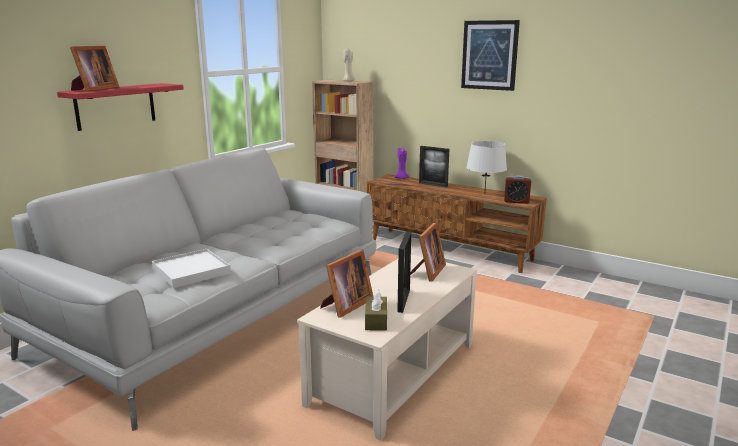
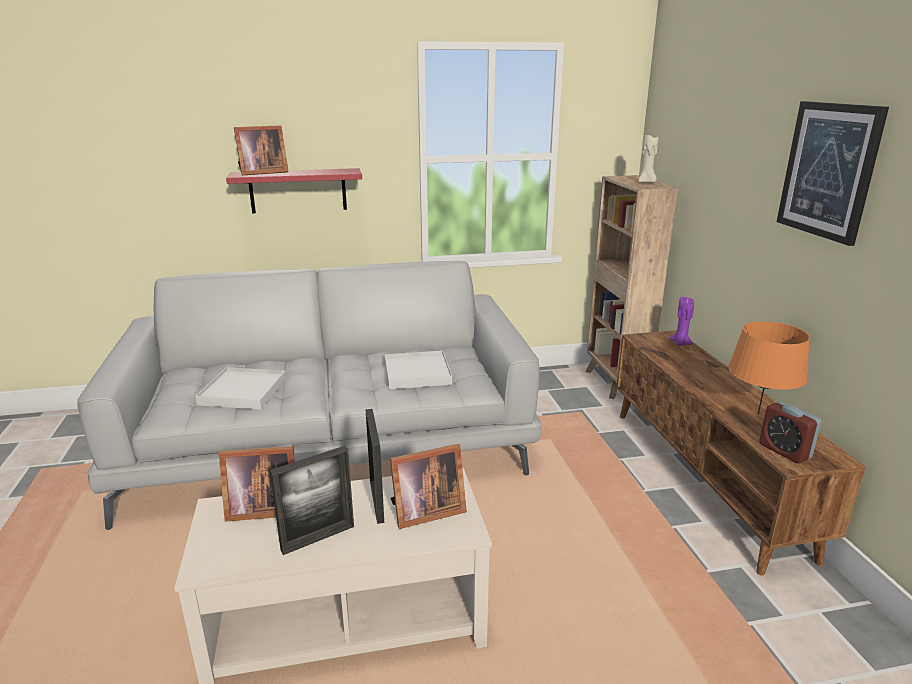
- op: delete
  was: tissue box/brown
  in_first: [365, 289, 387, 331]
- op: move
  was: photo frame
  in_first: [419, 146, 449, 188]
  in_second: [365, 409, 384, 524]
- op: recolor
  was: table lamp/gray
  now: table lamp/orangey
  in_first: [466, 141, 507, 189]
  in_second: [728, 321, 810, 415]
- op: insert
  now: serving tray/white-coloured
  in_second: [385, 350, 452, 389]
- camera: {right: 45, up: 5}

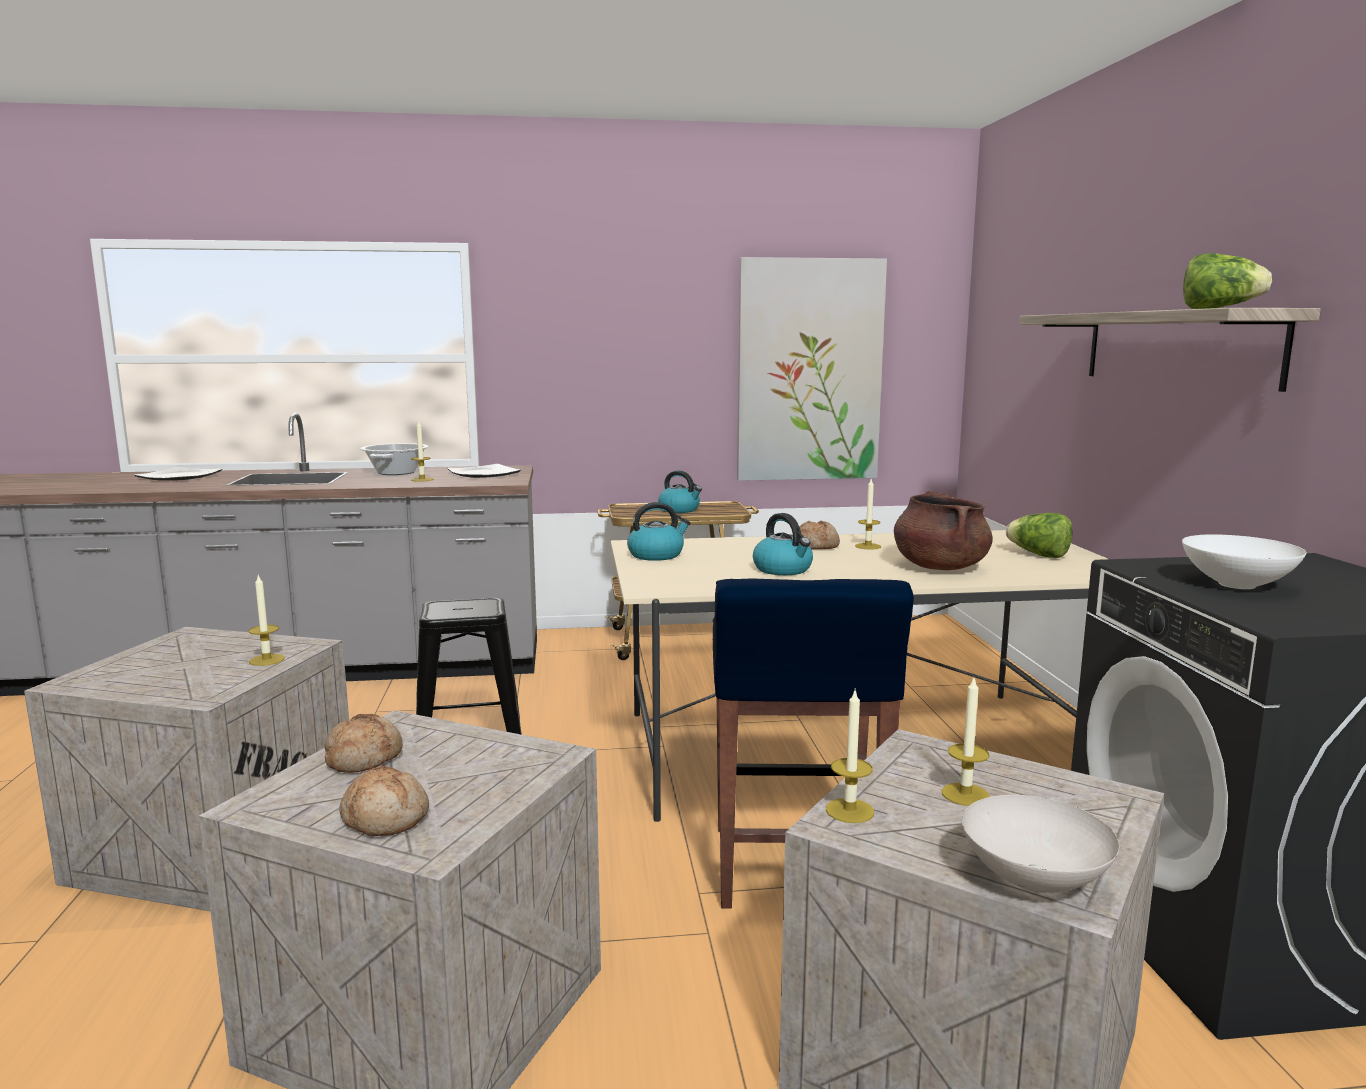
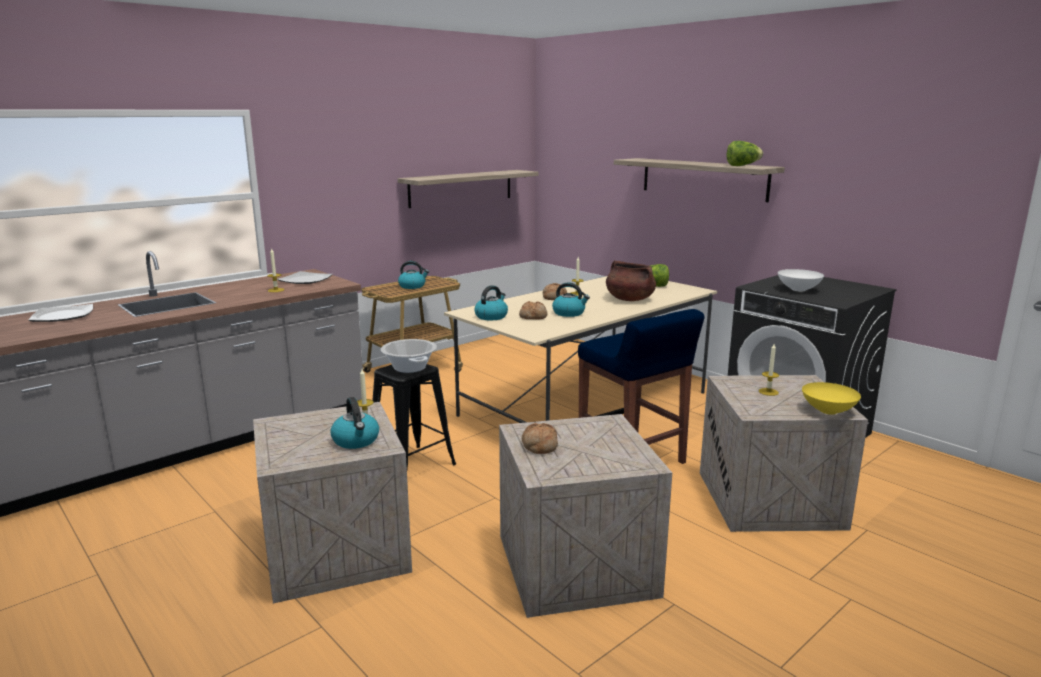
- op: move
  was: bread
  in_first: [339, 766, 429, 836]
  in_second: [519, 301, 547, 319]
- op: move
  was: stockpot
  in_first: [360, 443, 429, 475]
  in_second: [381, 339, 437, 373]
- op: replace
  was: picture
  now: bracket shelf
  in_first: [737, 257, 887, 481]
  in_second: [397, 170, 539, 208]
- op: delete
  was: wax light
  in_first: [826, 691, 874, 823]
- op: recolor
  was: deep dish/white-coloured
  now: deep dish/yellow
  in_first: [962, 795, 1119, 893]
  in_second: [802, 382, 861, 415]
- op: insert
  now: water kettle
  in_second: [330, 397, 379, 449]
- camera: {right: -35, up: 5}

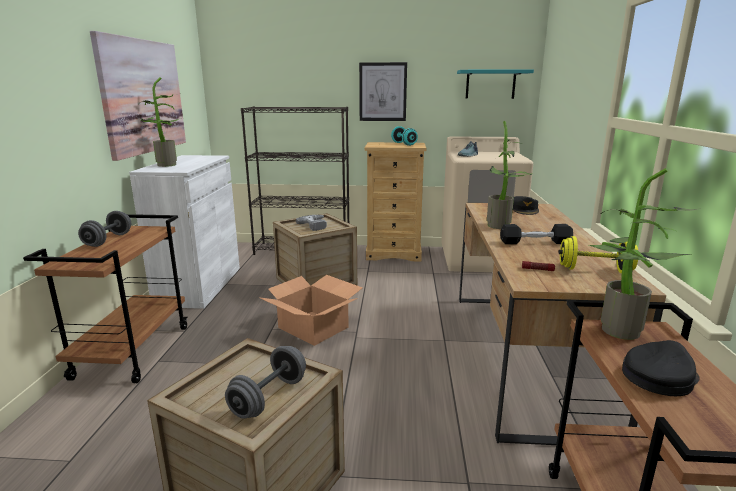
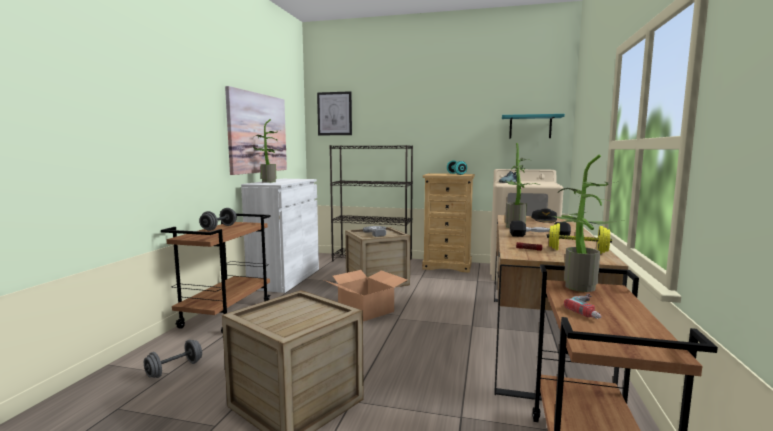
- op: move
  was: dumbbell/gray
  in_first: [225, 346, 306, 419]
  in_second: [144, 339, 202, 378]
- op: move
  was: picture
  in_first: [359, 62, 407, 121]
  in_second: [317, 91, 352, 135]
- op: replace
  was: cap/blackish
  now: electric drill
  in_first: [622, 340, 700, 396]
  in_second: [564, 294, 602, 319]
- camera: {right: 10, up: -10}

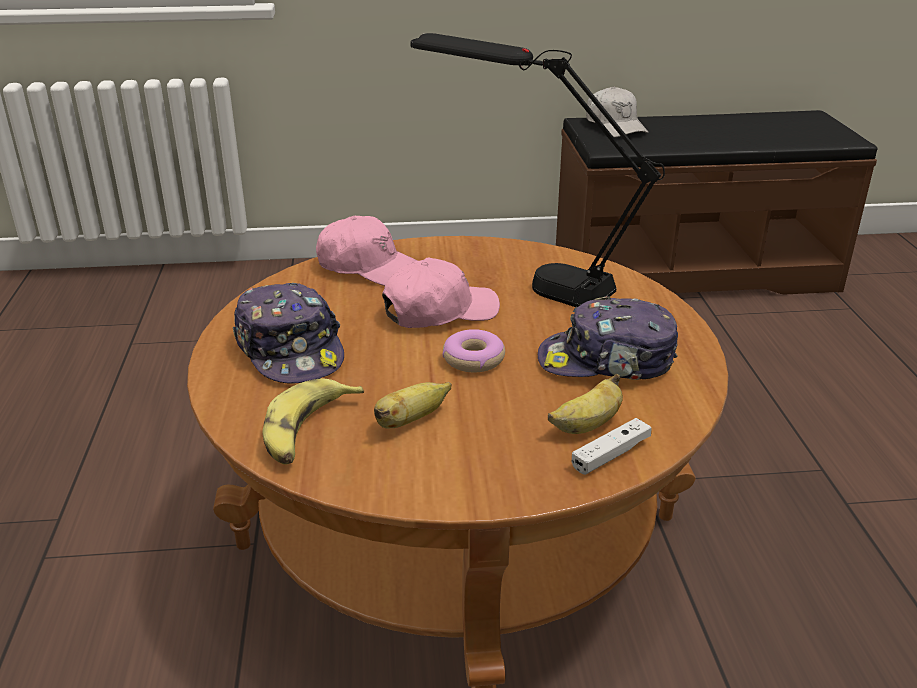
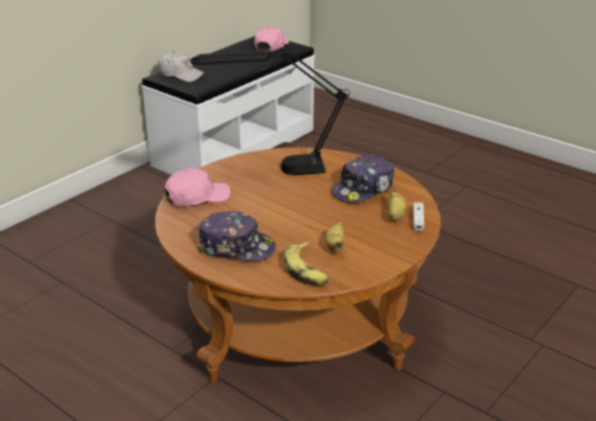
- op: move
  was: cap/pink
  in_first: [382, 257, 500, 328]
  in_second: [254, 26, 289, 51]
- op: delete
  was: ring doughnut
  in_first: [443, 329, 505, 372]
- op: recolor
  was: bench/brown
  now: bench/white-coloured
  in_first: [556, 110, 878, 294]
  in_second: [142, 36, 315, 175]
- camera: {right: -45, up: 0}

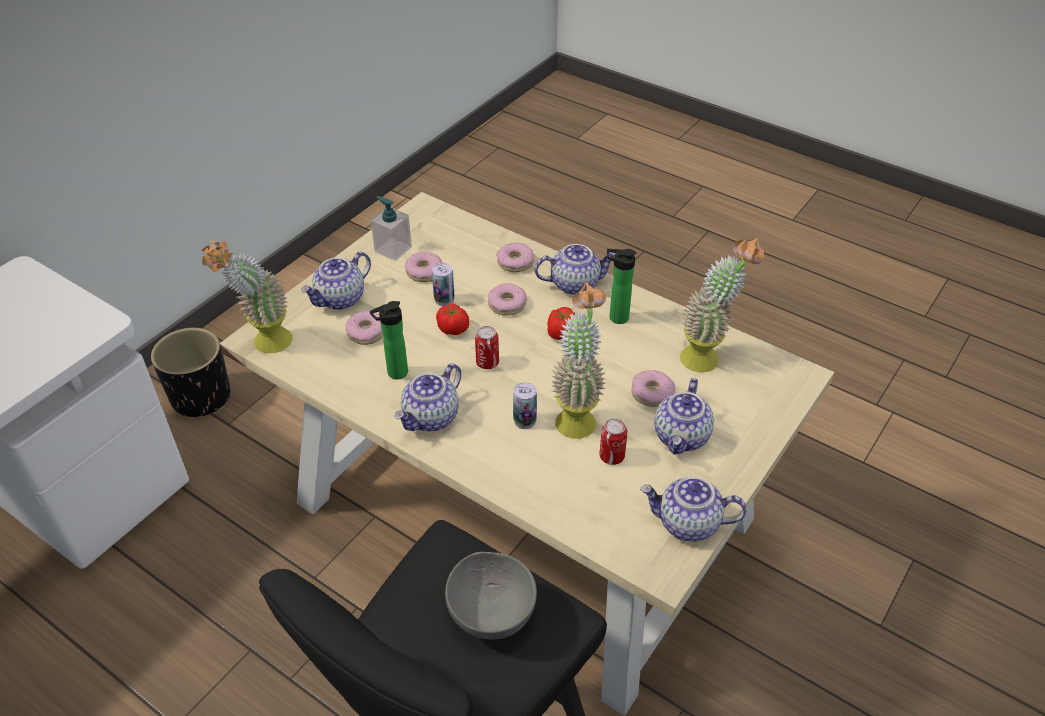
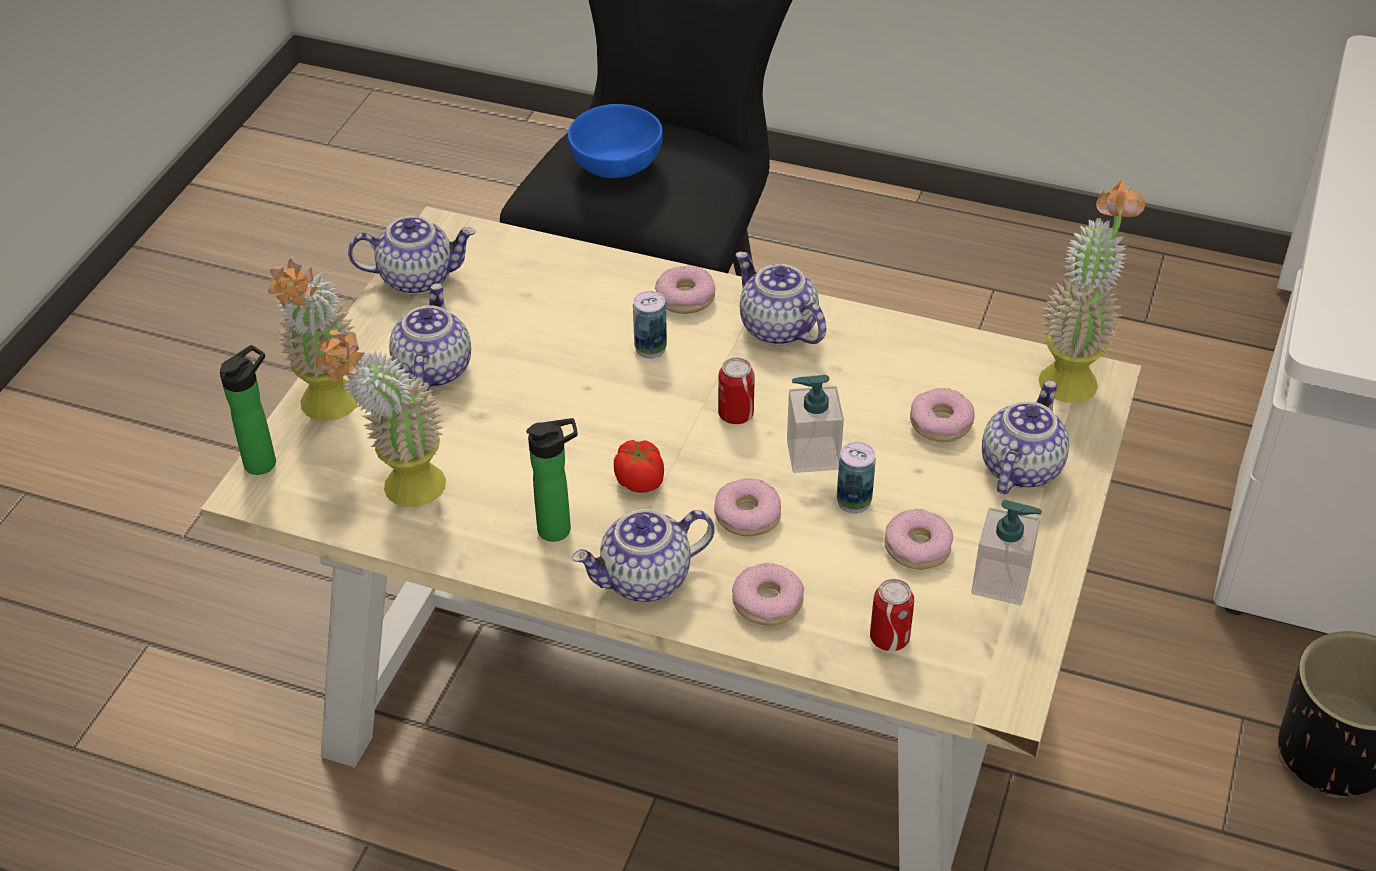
- op: move
  was: beverage bottle
  in_first: [370, 301, 408, 379]
  in_second: [220, 345, 276, 475]
- op: rotate
  was: teapot
  in_first: [394, 363, 461, 431]
  in_second: [736, 252, 826, 346]
  clockwise: -60
- op: replace
  was: tomato
  now: liquid soap bottle
  in_first: [436, 303, 469, 335]
  in_second: [787, 375, 844, 473]
- op: recolor
  was: deep dish/gray
  now: deep dish/blue
  in_first: [445, 552, 537, 640]
  in_second: [568, 104, 663, 178]
- op: move
  was: plant in a pot
  in_first: [552, 282, 606, 439]
  in_second: [268, 259, 358, 421]
- op: move
  was: can
  in_first: [599, 418, 627, 465]
  in_second: [870, 579, 914, 651]
- op: move
  was: ring doughnut
  in_first: [631, 370, 675, 407]
  in_second: [655, 266, 715, 314]
- camera: {right: 165, up: 0}

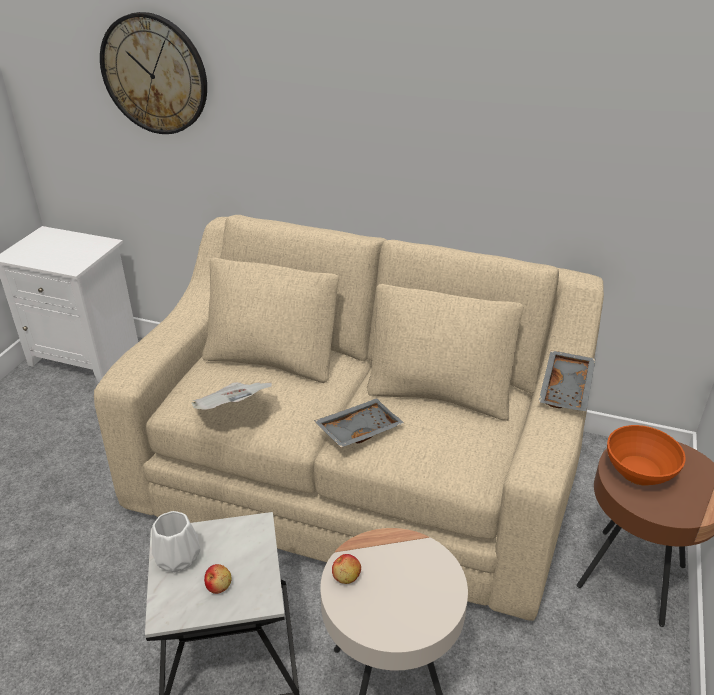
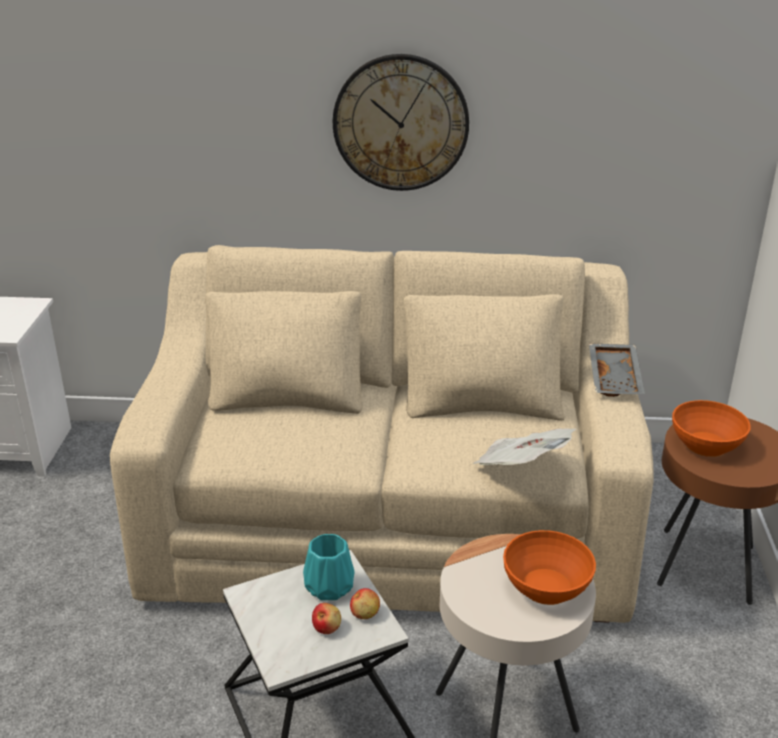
- op: move
  was: hanging clock
  in_first: [100, 12, 207, 134]
  in_second: [333, 54, 469, 191]
- op: delete
  was: flower vase/white-coloured
  in_first: [152, 511, 200, 572]
- op: move
  was: newspaper
  in_first: [191, 382, 272, 409]
  in_second: [473, 429, 576, 465]
- op: delete
  was: serving tray/gray
  in_first: [314, 398, 404, 447]
- op: move
  was: apple fruit
  in_first: [332, 554, 361, 584]
  in_second: [350, 588, 380, 619]
- op: insert
  now: flower vase/turquoise-coloured
  in_second: [303, 534, 355, 600]
- op: insert
  now: deep dish/orangey
  in_second: [503, 530, 596, 605]
- camera: {right: -15, up: -5}

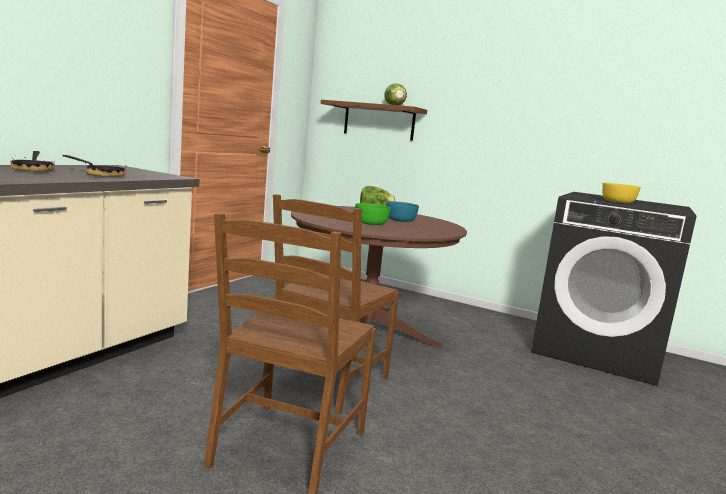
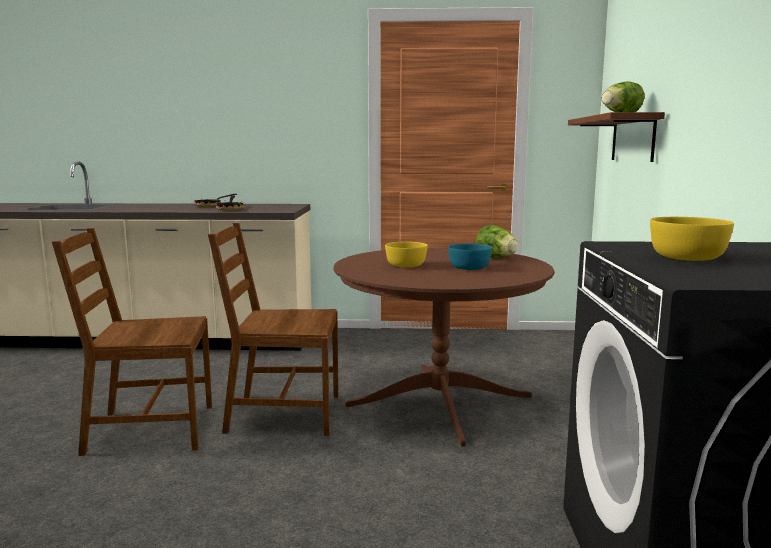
- op: recolor
  was: deep dish/greenish
  now: deep dish/yellow
  in_first: [355, 203, 391, 225]
  in_second: [385, 242, 428, 268]
- camera: {right: 65, up: 0}

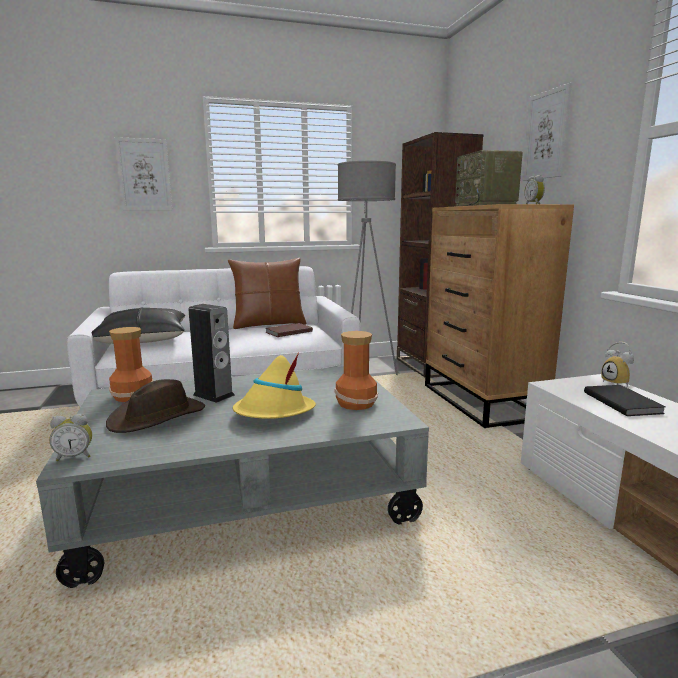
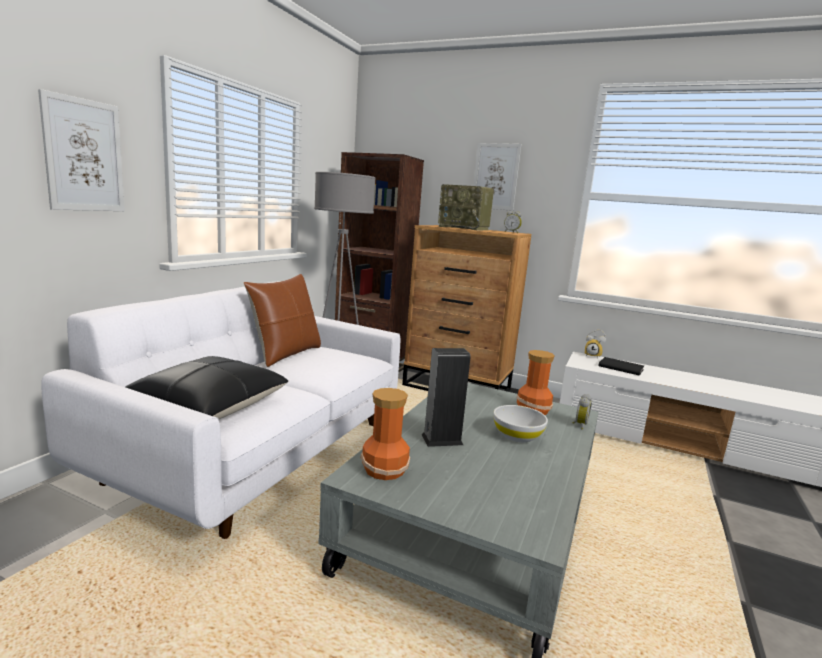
- op: move
  was: table clock
  in_first: [49, 414, 92, 461]
  in_second: [572, 394, 592, 430]
- op: delete
  was: clothing hat/brown
  in_first: [106, 379, 205, 433]
- op: replace
  was: clothing hat/yellow
  now: deep dish/white-coloured
  in_first: [233, 352, 316, 419]
  in_second: [493, 405, 548, 442]
- op: delete
  was: bound book/brown
  in_first: [265, 323, 313, 337]
- camera: {right: -50, up: 0}

